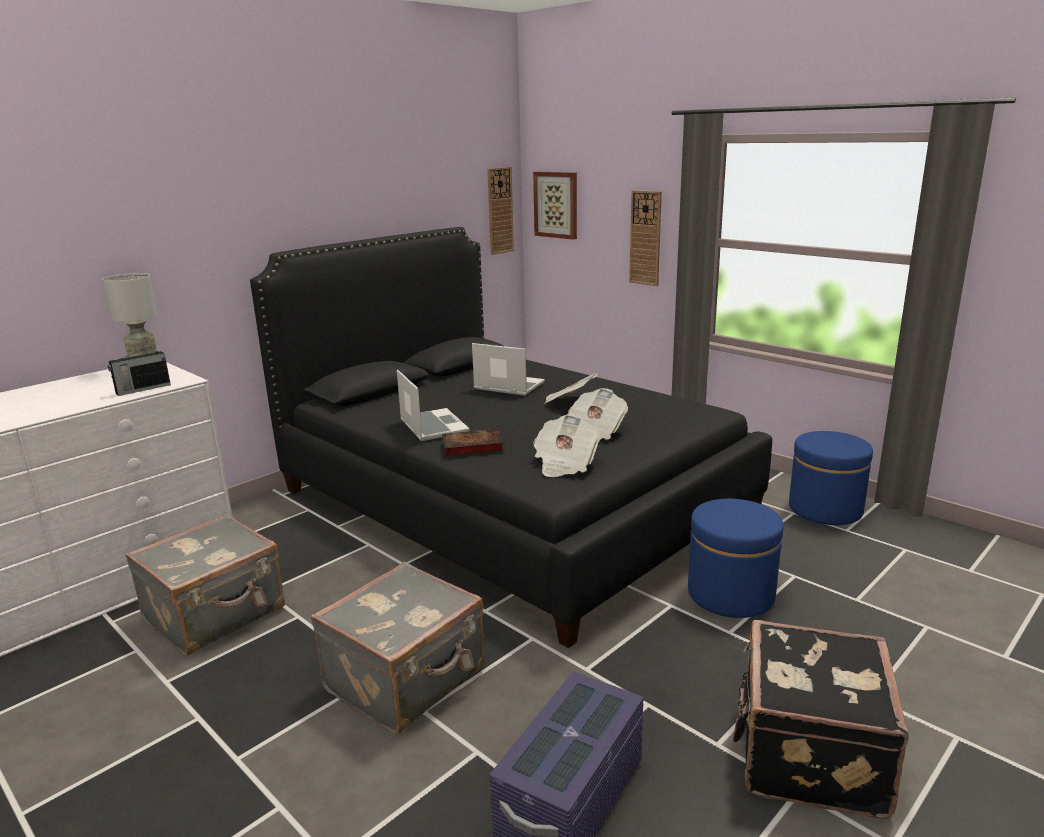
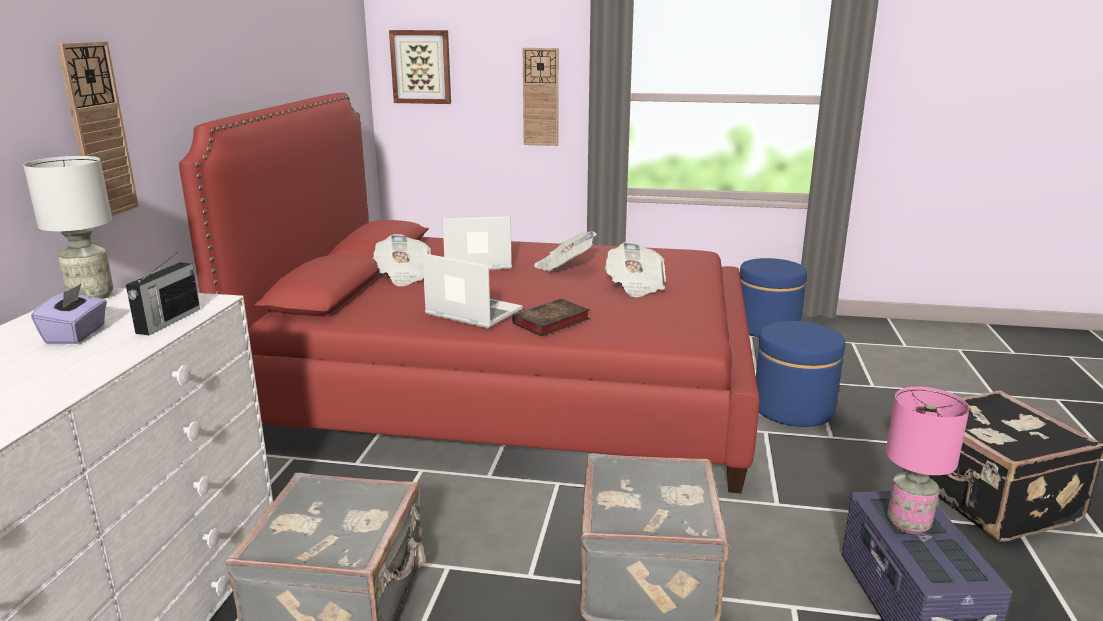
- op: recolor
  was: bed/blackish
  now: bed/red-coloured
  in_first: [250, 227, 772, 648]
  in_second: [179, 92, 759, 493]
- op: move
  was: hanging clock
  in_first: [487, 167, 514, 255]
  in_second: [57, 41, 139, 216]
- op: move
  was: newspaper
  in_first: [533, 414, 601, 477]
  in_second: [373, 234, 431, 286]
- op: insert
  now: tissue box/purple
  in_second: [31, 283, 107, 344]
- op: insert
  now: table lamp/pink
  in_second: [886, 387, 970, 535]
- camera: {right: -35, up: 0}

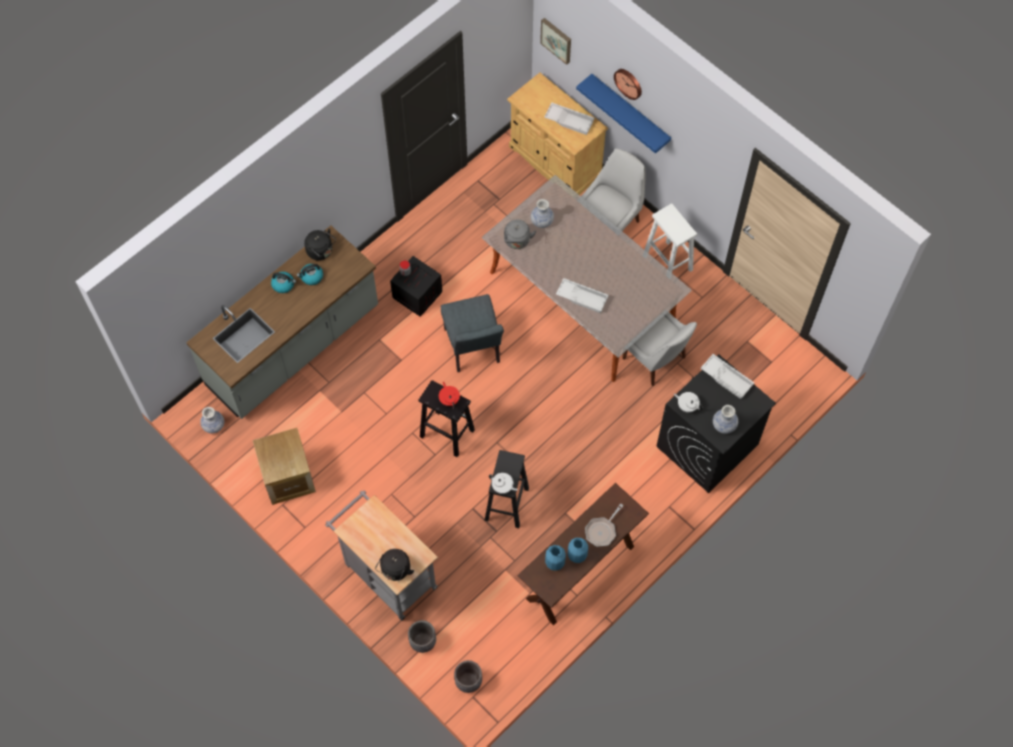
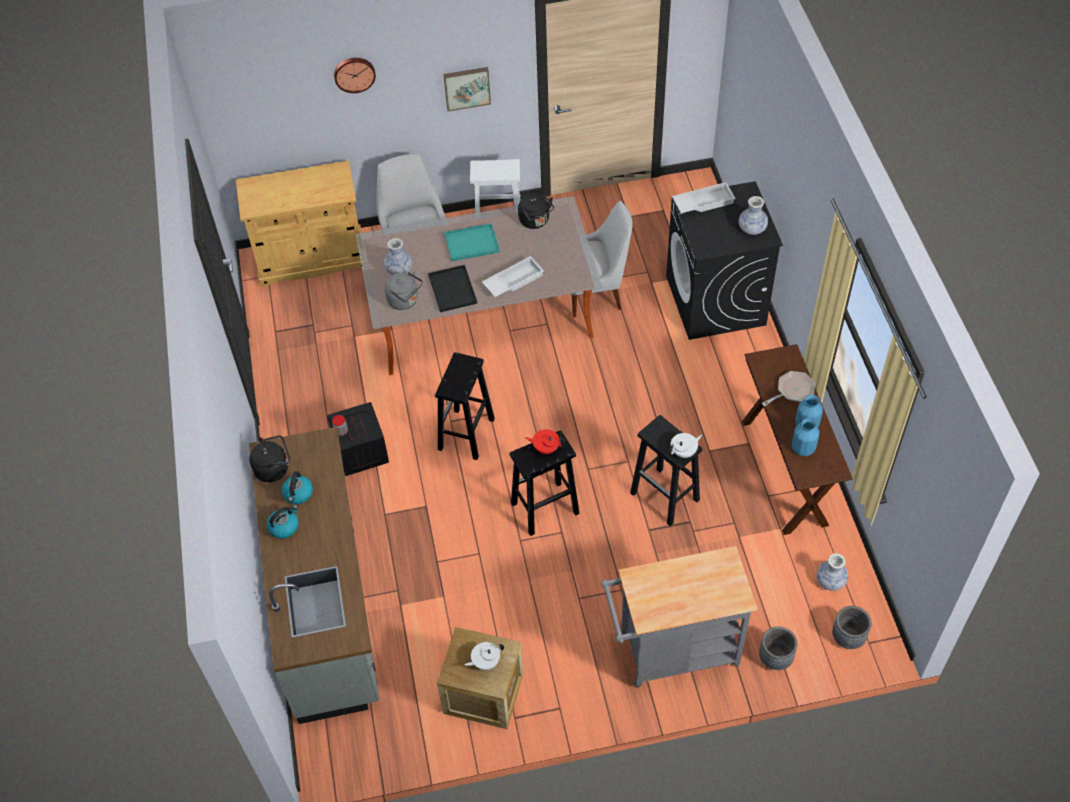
- op: move
  was: flower vase
  in_first: [200, 407, 224, 433]
  in_second: [816, 553, 848, 591]
- op: move
  was: water kettle/blackish
  in_first: [375, 549, 414, 581]
  in_second: [518, 193, 554, 229]
- op: replace
  was: chair/gray
  now: stool/blackish
  in_first: [441, 294, 504, 372]
  in_second: [435, 352, 495, 460]
- op: move
  was: picture
  in_first: [540, 18, 571, 65]
  in_second: [443, 67, 491, 112]
- op: delete
  was: serving tray/white-coloured
  in_first: [544, 102, 595, 135]
- op: delete
  was: bracket shelf/blue
  in_first: [576, 74, 671, 154]
- op: rotate
  was: skillet
  in_first: [585, 503, 624, 547]
  in_second: [762, 371, 815, 406]
  clockwise: -105
- op: move
  was: teapot/white-coloured
  in_first: [674, 392, 703, 413]
  in_second: [464, 642, 504, 670]
- op: insert
  now: serving tray/blackish
  in_second: [428, 265, 477, 312]
- op: insert
  now: serving tray/turquoise-coloured
  in_second: [444, 223, 500, 261]
- camera: {right: -55, up: -10}

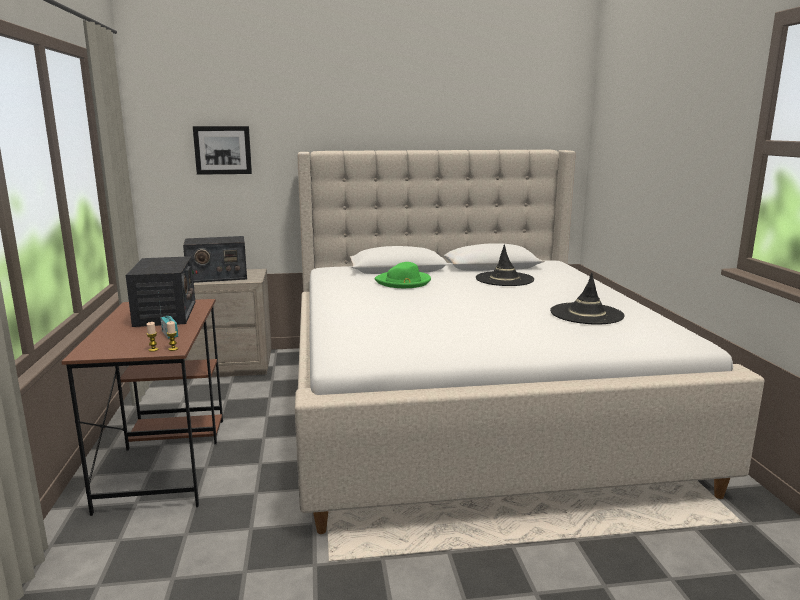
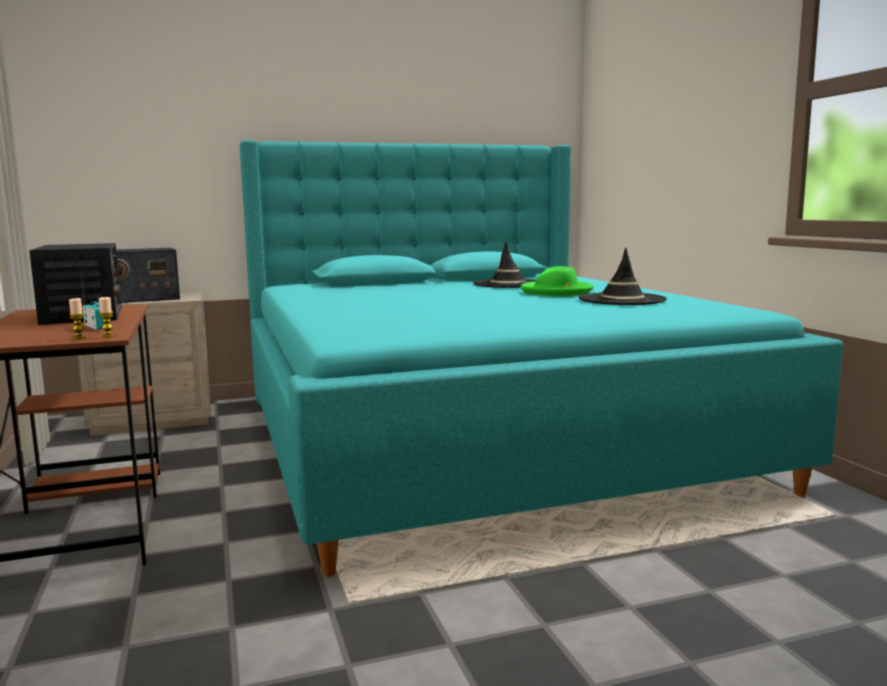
- op: delete
  was: picture
  in_first: [193, 126, 252, 175]
- op: recolor
  was: bed/beige
  now: bed/turquoise-coloured
  in_first: [295, 150, 764, 534]
  in_second: [240, 140, 843, 577]
- op: move
  was: clothing hat/greenish
  in_first: [375, 262, 431, 288]
  in_second: [521, 266, 594, 296]
- camera: {right: -10, up: -5}

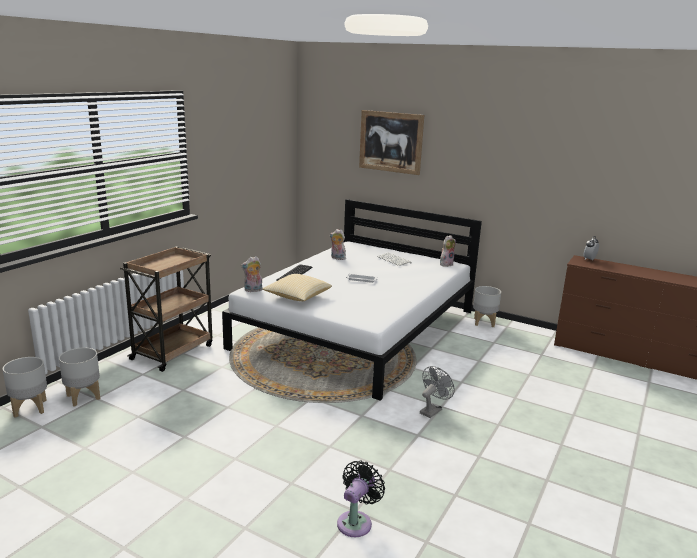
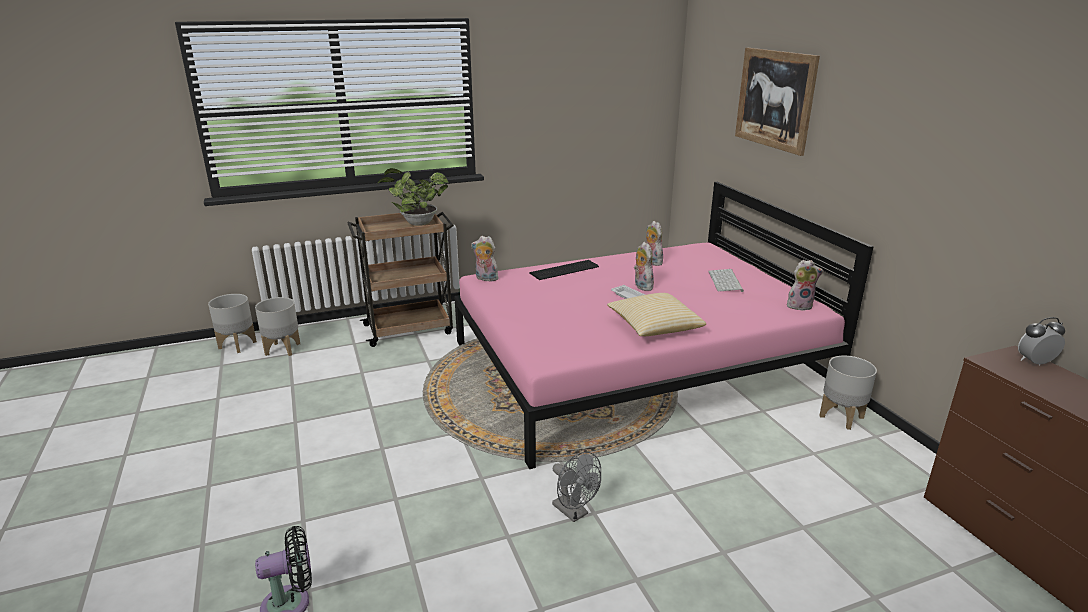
- op: recolor
  was: bed/white-coloured
  now: bed/pink
  in_first: [222, 199, 482, 401]
  in_second: [454, 182, 874, 469]
- op: move
  was: cushion
  in_first: [262, 274, 332, 301]
  in_second: [607, 293, 706, 336]
- op: rotate
  was: electric fan/gray
  in_first: [420, 366, 455, 418]
  in_second: [552, 452, 601, 522]
  clockwise: 60
- op: insert
  now: plant in a pot
  in_second: [377, 168, 448, 226]
- op: insert
  now: soft toy
  in_second: [634, 242, 654, 291]
- camera: {right: 40, up: 5}

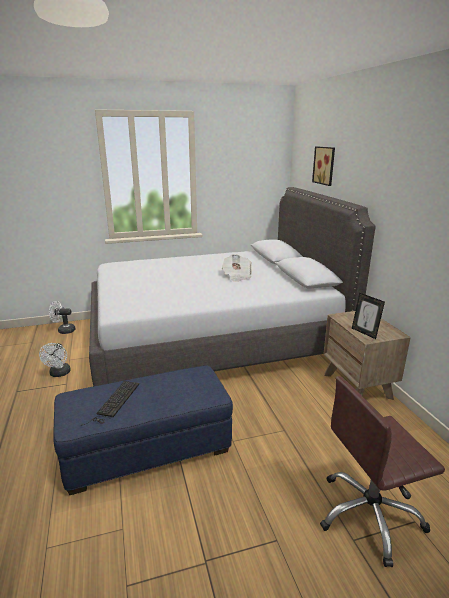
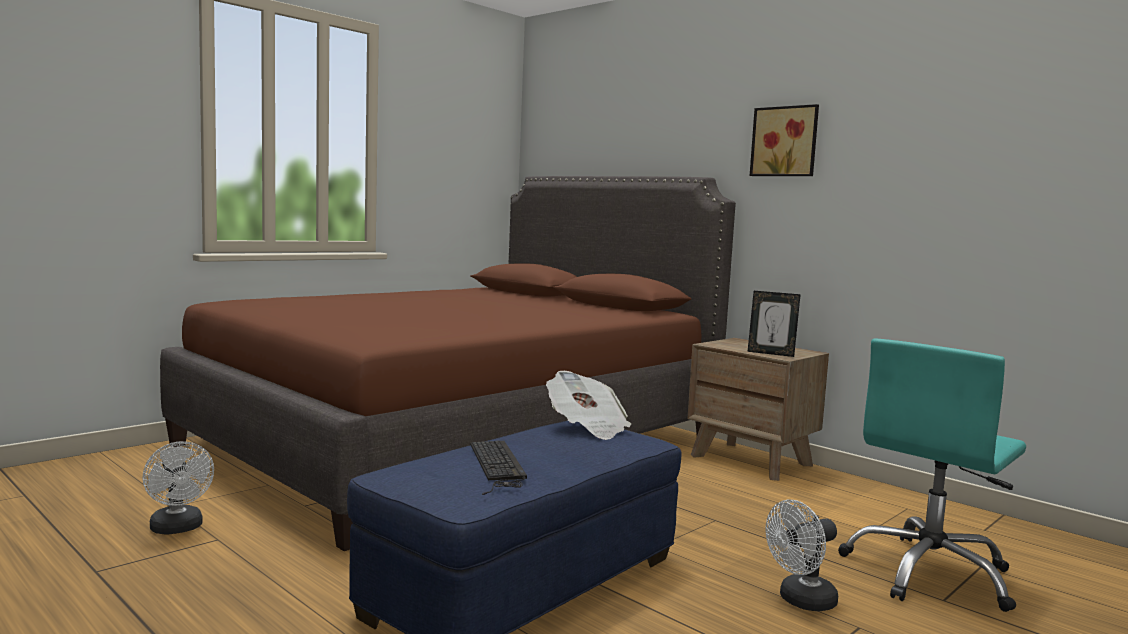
- op: move
  was: electric fan/white-coloured
  in_first: [49, 301, 75, 334]
  in_second: [766, 500, 838, 611]
- op: recolor
  was: bed/gray
  now: bed/brown
  in_first: [89, 187, 376, 386]
  in_second: [160, 176, 736, 551]
- op: move
  was: newspaper
  in_first: [222, 254, 252, 282]
  in_second: [546, 371, 631, 440]
- op: move
  was: picture
  in_first: [312, 146, 335, 186]
  in_second: [750, 104, 819, 176]
- op: recolor
  was: office chair/brown
  now: office chair/turquoise-coloured
  in_first: [320, 376, 445, 567]
  in_second: [838, 339, 1026, 612]
- camera: {right: -30, up: -15}

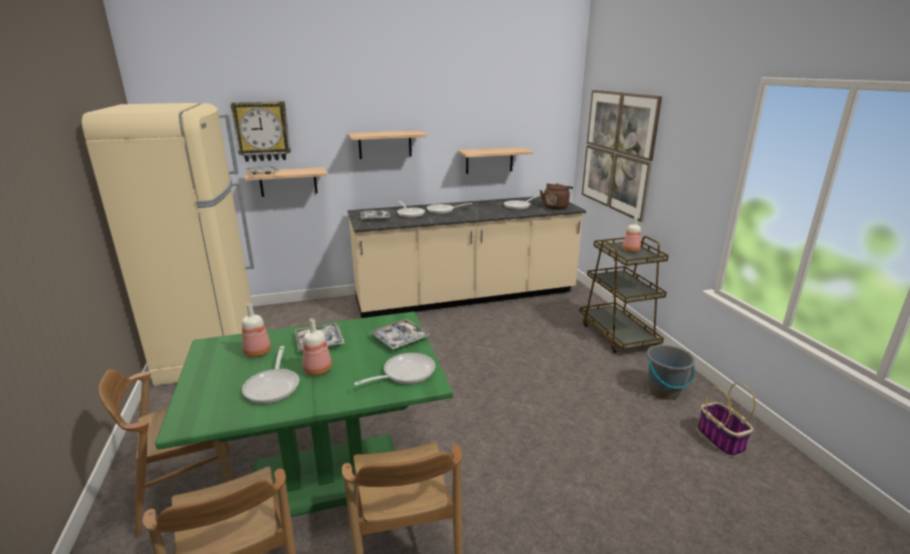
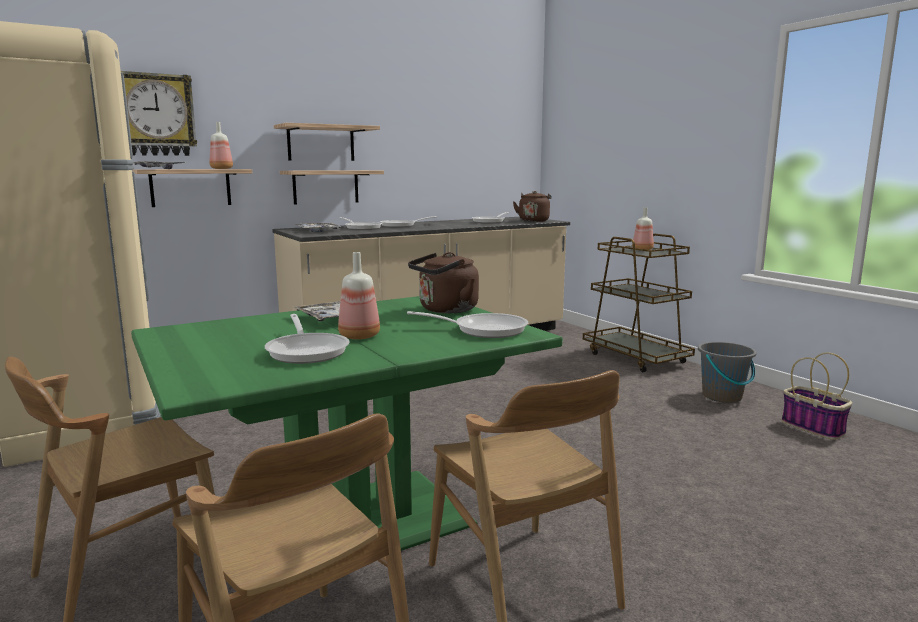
- op: move
  was: beverage bottle
  in_first: [242, 303, 271, 357]
  in_second: [210, 122, 233, 169]
- op: rotate
  was: skillet
  in_first: [353, 353, 436, 386]
  in_second: [407, 311, 528, 338]
  clockwise: 60
- op: replace
  was: serving tray
  now: water kettle/brown
  in_first: [369, 319, 430, 350]
  in_second: [408, 252, 479, 313]
- op: move
  was: bracket shelf
  in_first: [458, 147, 533, 174]
  in_second: [280, 170, 384, 205]
- op: delete
  was: picture
  in_first: [582, 90, 662, 222]
- camera: {right: -15, up: -10}

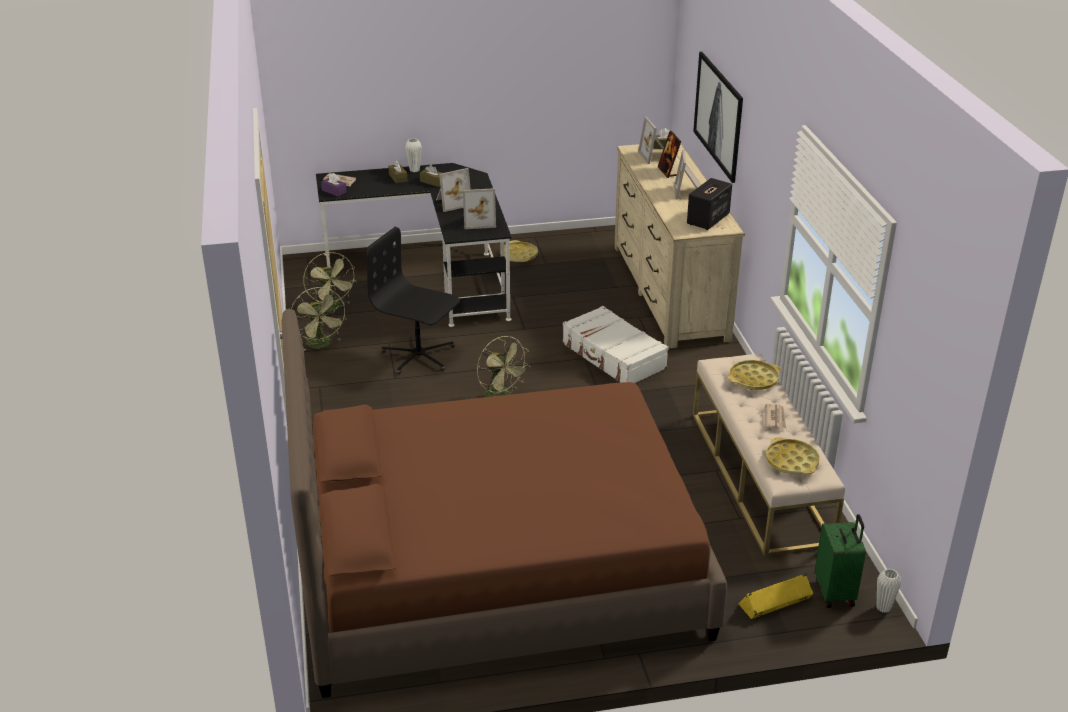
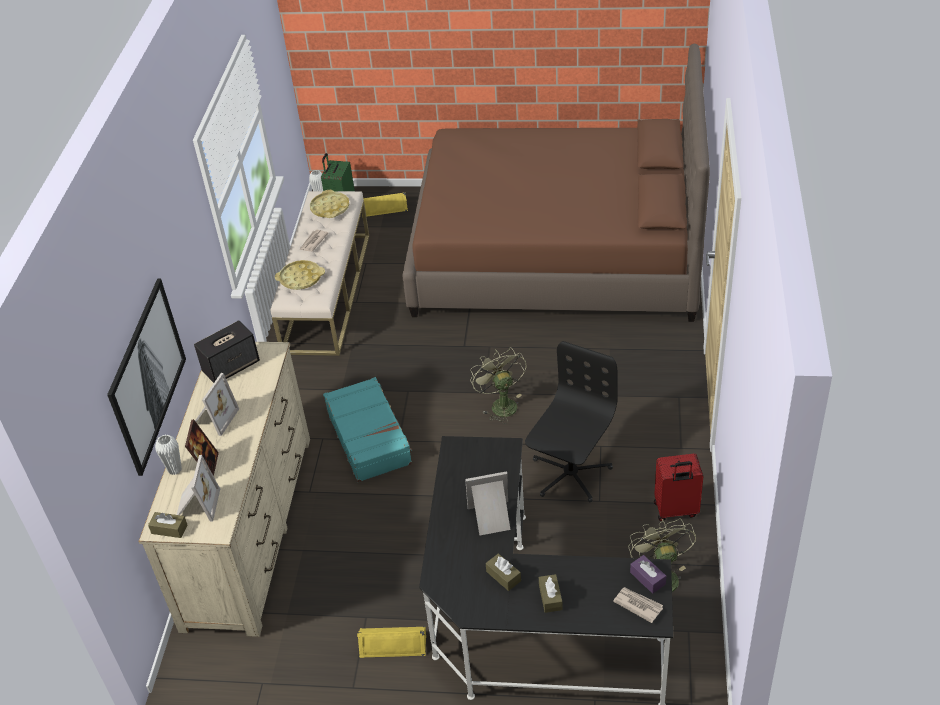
- op: replace
  was: electric fan/greenish
  now: piece of luggage/red-coloured
  in_first: [291, 287, 346, 351]
  in_second: [654, 454, 703, 521]
- op: rotate
  was: office chair/blackish
  in_first: [367, 227, 460, 374]
  in_second: [525, 341, 618, 502]
  clockwise: -105
- op: move
  was: flower vase/white-coloured
  in_first: [405, 138, 422, 172]
  in_second: [155, 434, 182, 475]
- op: delete
  was: photo frame
  in_first: [463, 188, 496, 229]
- op: replace
  was: serving tray/yellow
  now: audio speaker/yellow
  in_first: [500, 240, 538, 262]
  in_second: [357, 626, 426, 658]
- op: recolor
  was: piece of luggage/white-coloured
  now: piece of luggage/turquoise-coloured
  in_first: [563, 306, 669, 383]
  in_second: [323, 377, 413, 482]
- camera: {right: -160, up: 10}

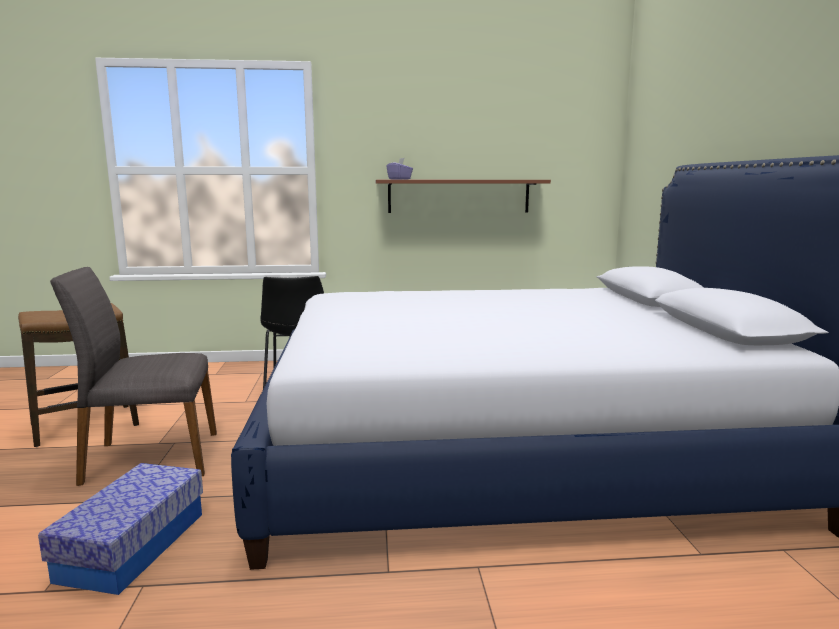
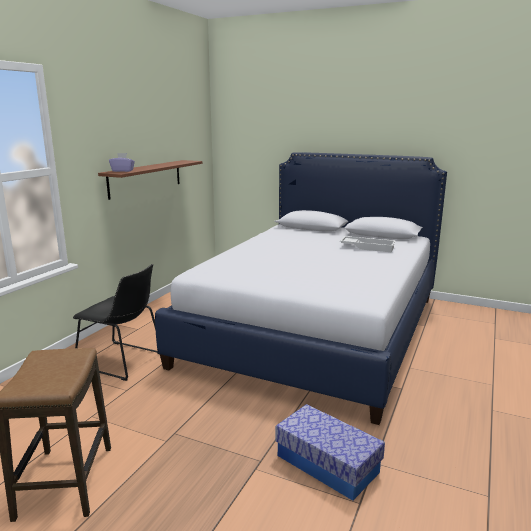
- op: delete
  was: chair/gray
  in_first: [50, 267, 217, 486]
- op: insert
  now: serving tray/white-coloured
  in_second: [340, 236, 396, 252]
- camera: {right: -60, up: 5}

